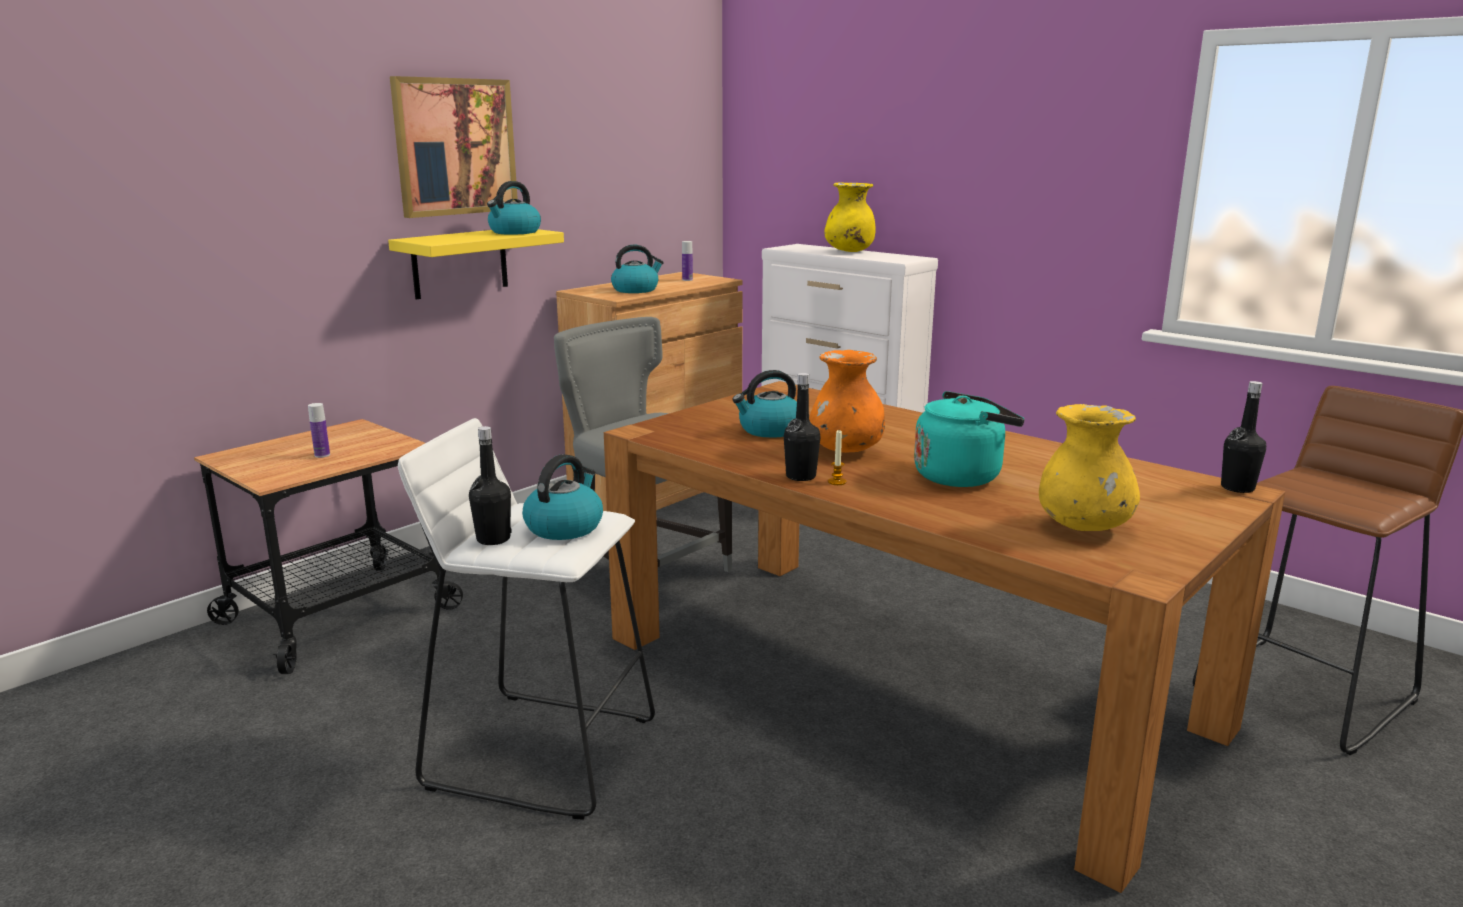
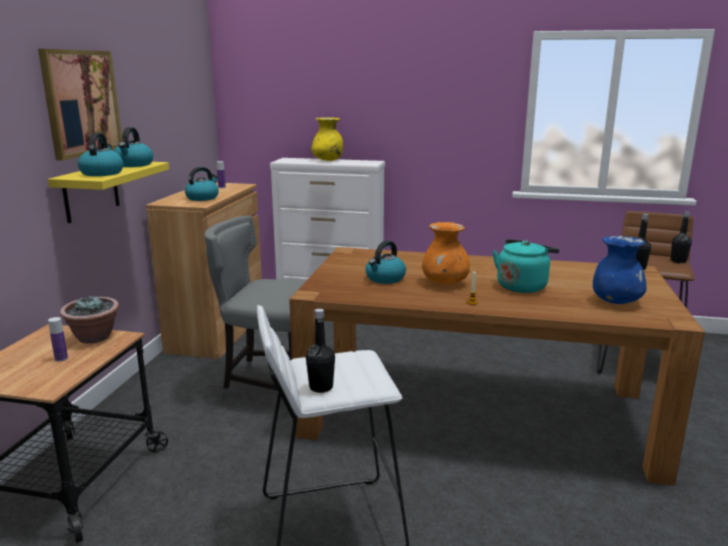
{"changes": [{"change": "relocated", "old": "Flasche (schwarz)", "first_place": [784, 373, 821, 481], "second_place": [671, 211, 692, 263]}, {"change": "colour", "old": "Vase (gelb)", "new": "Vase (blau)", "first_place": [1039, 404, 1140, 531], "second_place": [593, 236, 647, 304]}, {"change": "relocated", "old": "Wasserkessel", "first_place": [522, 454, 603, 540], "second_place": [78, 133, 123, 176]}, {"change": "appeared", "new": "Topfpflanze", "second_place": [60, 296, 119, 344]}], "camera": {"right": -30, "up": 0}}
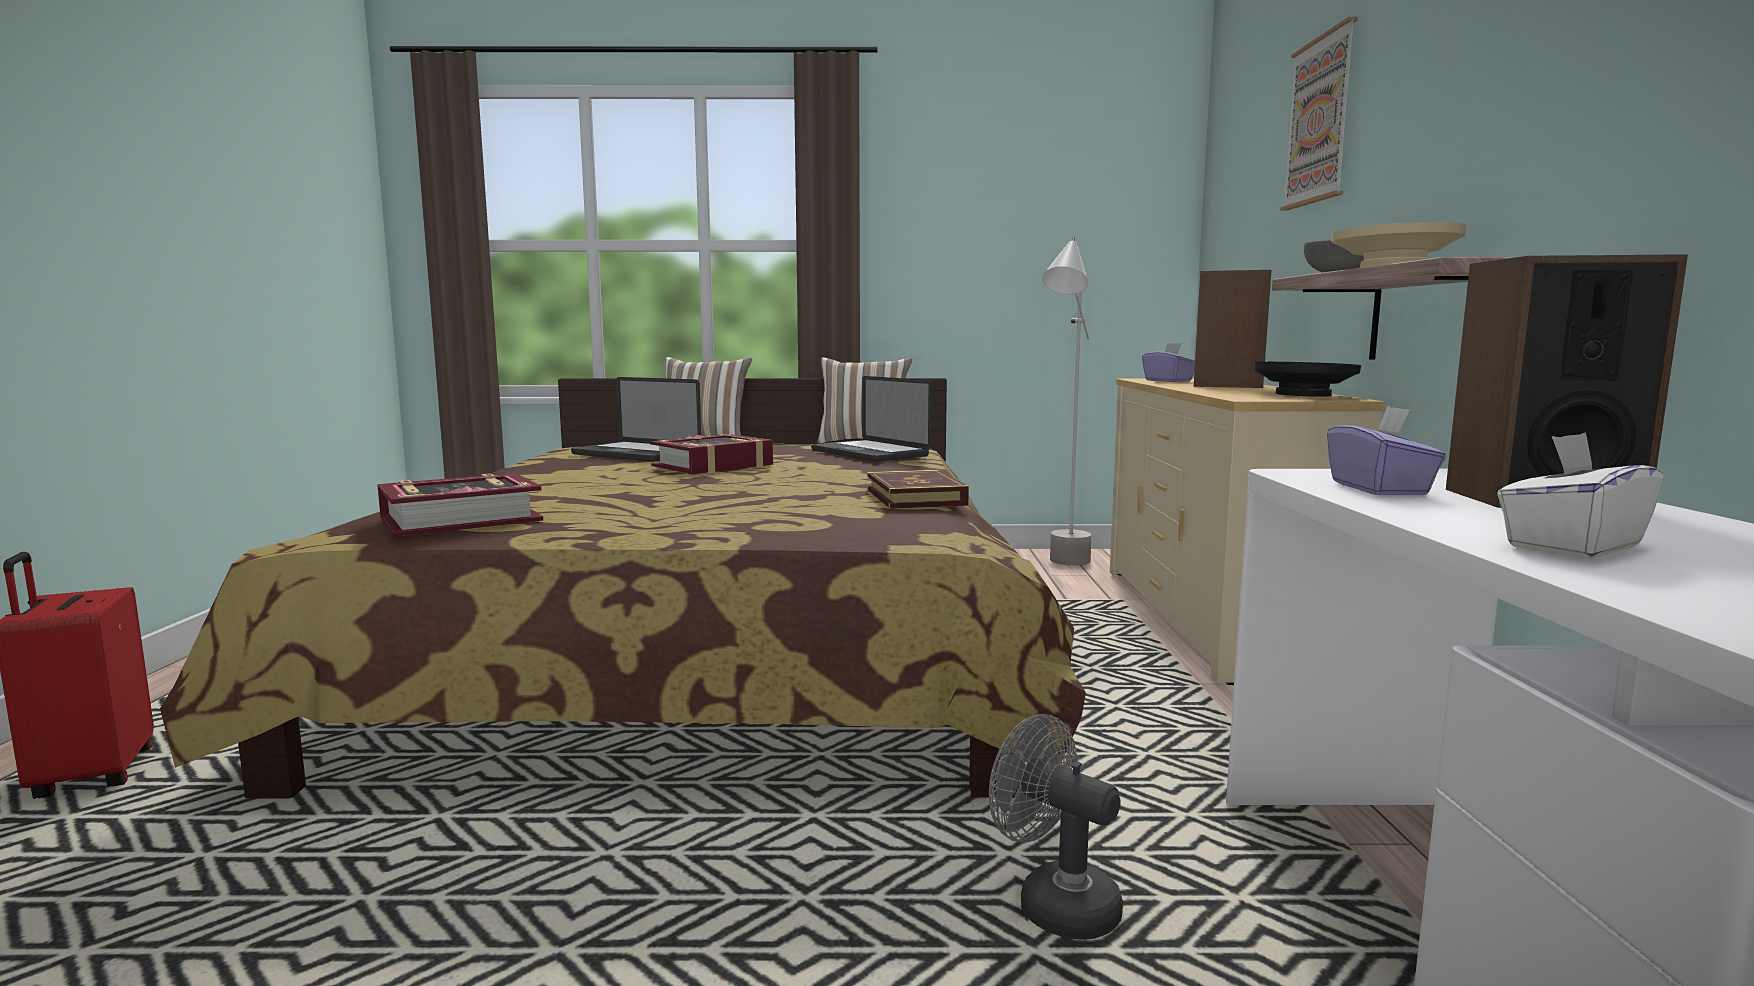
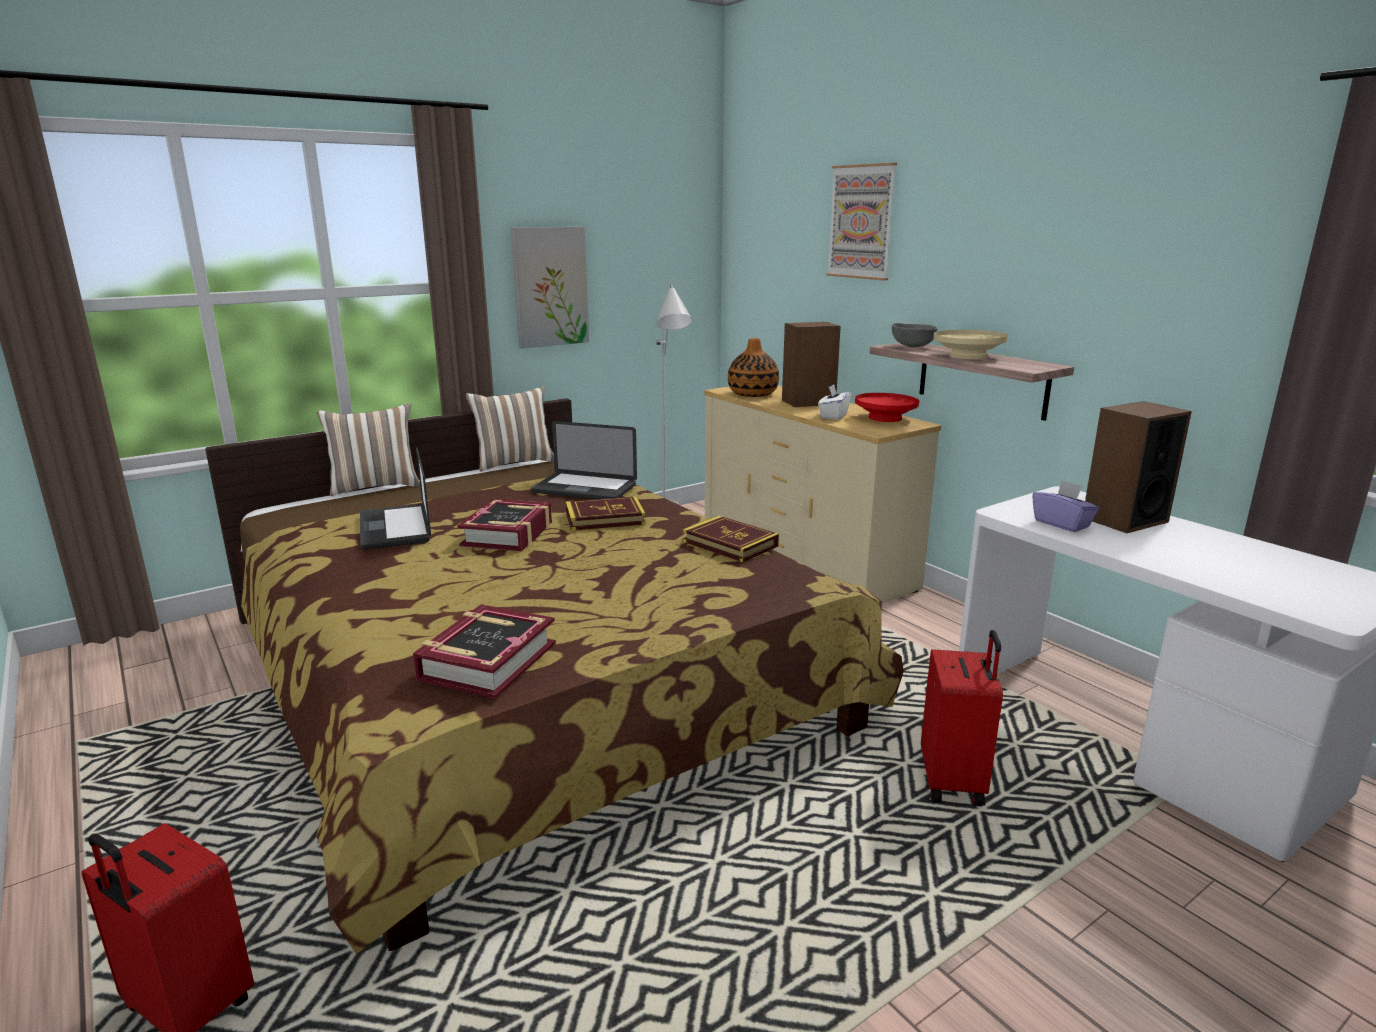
{"changes": [{"change": "exchanged", "old": "Taschentuchbox (lila)", "new": "Vase", "first_place": [1142, 343, 1195, 382], "second_place": [728, 338, 779, 397]}, {"change": "colour", "old": "Schüssel (schwarz)", "new": "Schüssel (rot)", "first_place": [1253, 362, 1361, 397], "second_place": [855, 393, 919, 422]}, {"change": "spun", "old": "Laptop", "first_place": [571, 377, 701, 462], "second_place": [360, 447, 431, 550], "degrees": 75}, {"change": "relocated", "old": "Taschentuchbox (weiß)", "first_place": [1497, 432, 1664, 559], "second_place": [818, 384, 851, 420]}, {"change": "exchanged", "old": "Ventilator (grau)", "new": "Koffer (rot)", "first_place": [989, 714, 1123, 940], "second_place": [921, 630, 1003, 806]}, {"change": "appeared", "new": "Bild", "second_place": [511, 227, 589, 349]}, {"change": "appeared", "new": "Buch", "second_place": [566, 496, 646, 531]}], "camera": {"right": -35, "up": 10}}
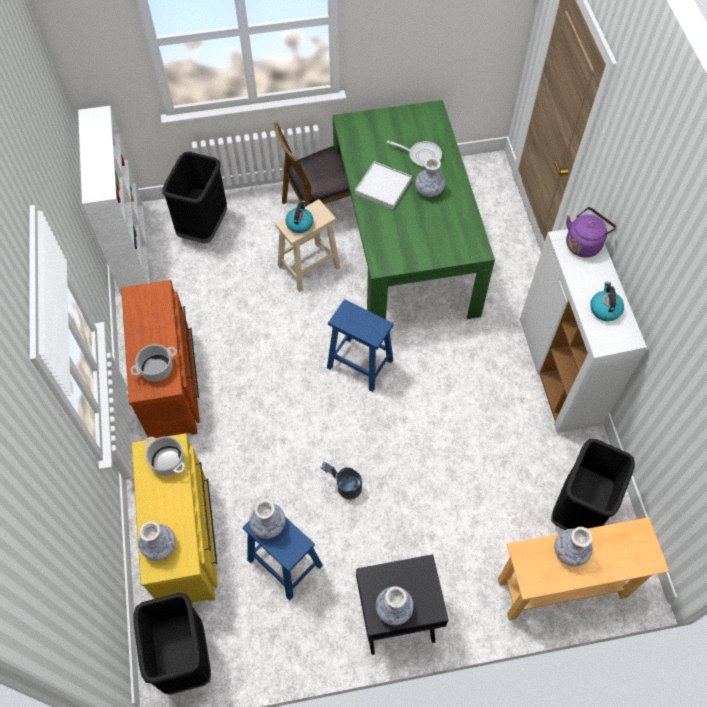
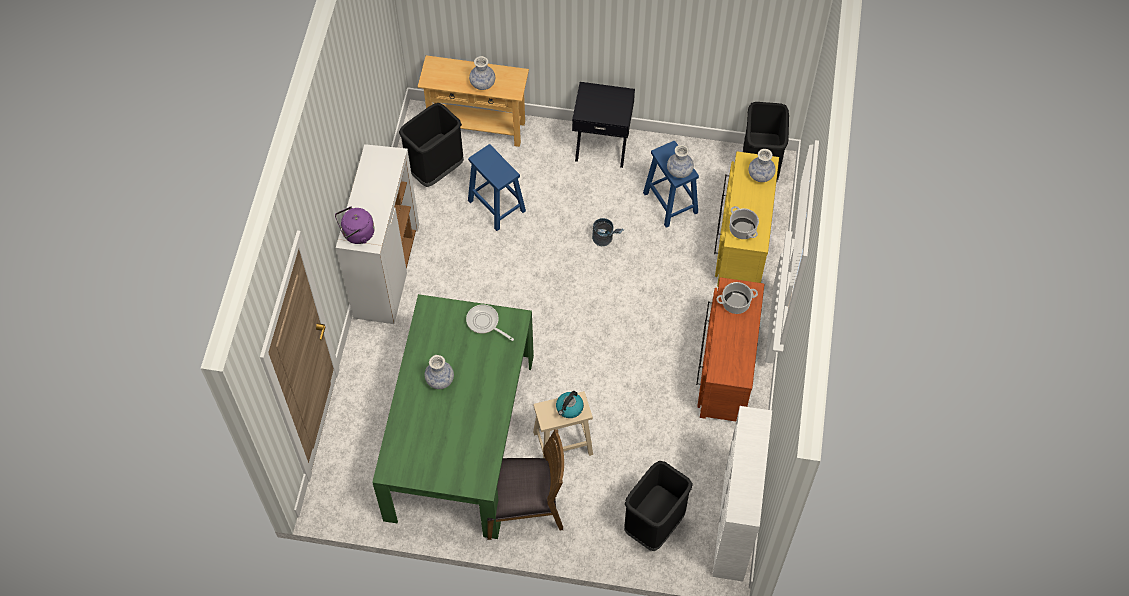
{"changes": [{"change": "relocated", "old": "Pfanne", "first_place": [387, 141, 442, 167], "second_place": [466, 304, 514, 341]}, {"change": "missing", "old": "Tablett (weiß)", "first_place": [355, 161, 412, 209]}, {"change": "missing", "old": "Wasserkessel", "first_place": [590, 282, 624, 321]}, {"change": "relocated", "old": "Hocker (blau)", "first_place": [327, 299, 393, 392], "second_place": [468, 144, 526, 231]}, {"change": "missing", "old": "Vase", "first_place": [376, 586, 414, 625]}], "camera": {"right": -160, "up": 0}}
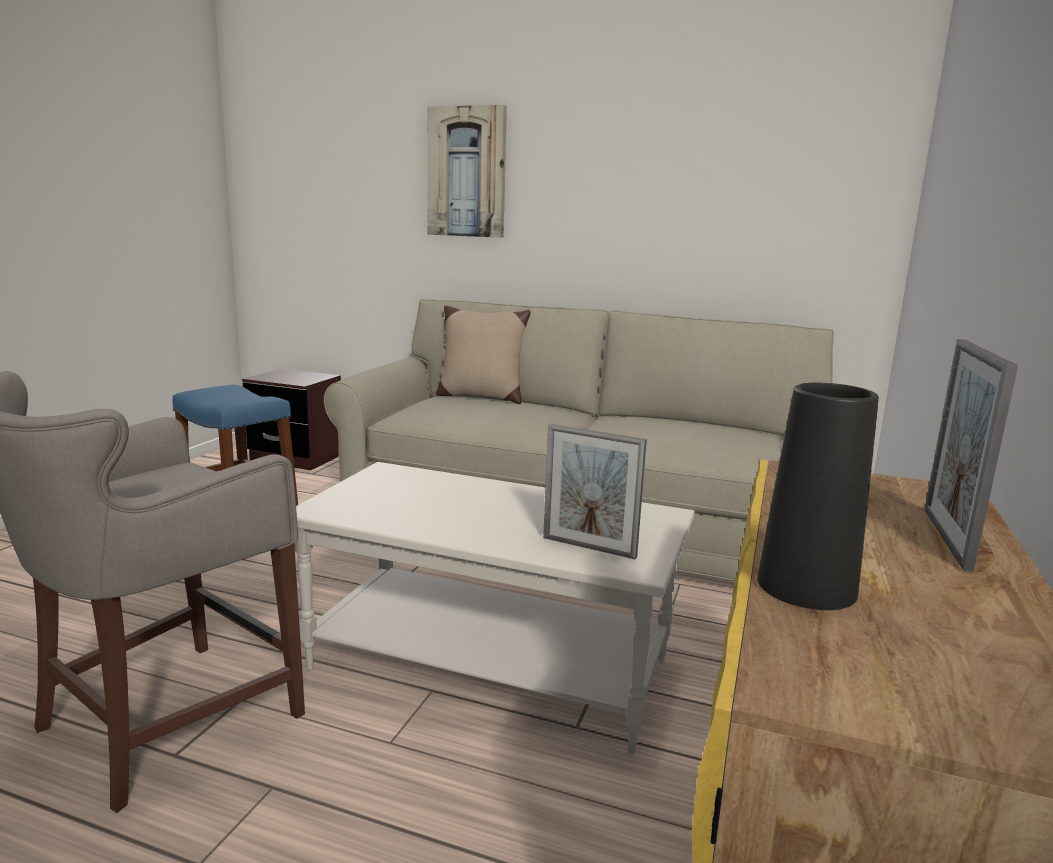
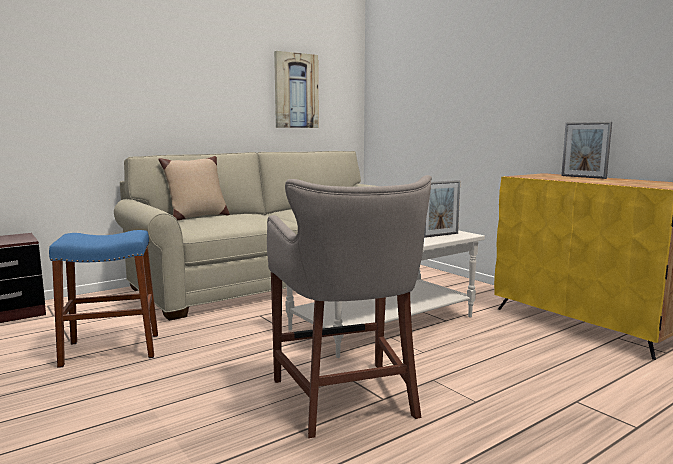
{"changes": [{"change": "relocated", "old": "Bild", "first_place": [427, 105, 507, 238], "second_place": [274, 51, 319, 128]}, {"change": "missing", "old": "Vase (schwarz)", "first_place": [757, 383, 879, 610]}], "camera": {"right": -55, "up": -5}}
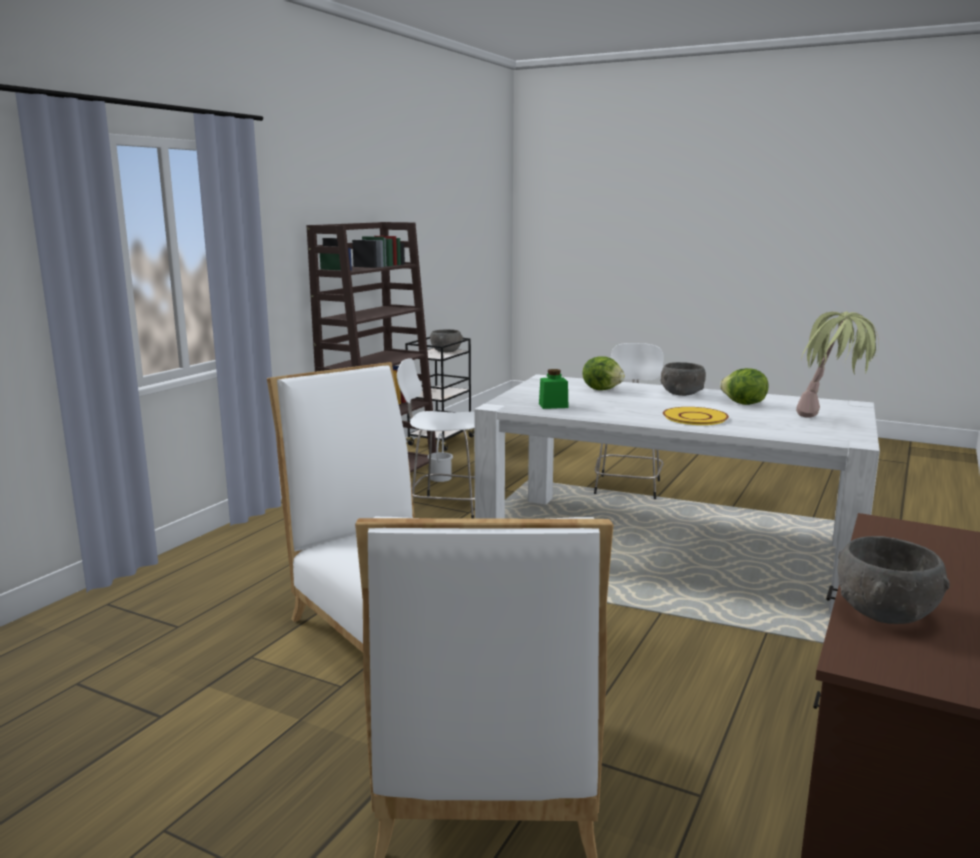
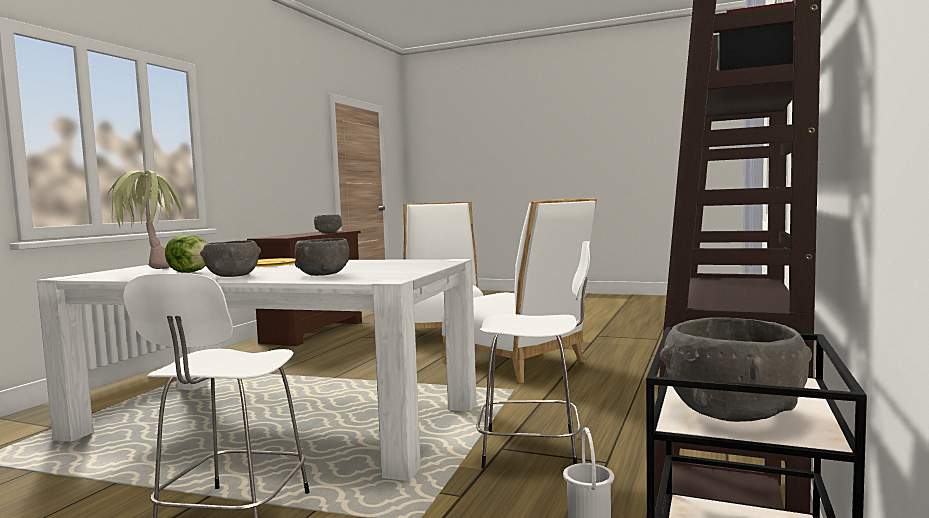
{"changes": [{"change": "exchanged", "old": "Salatkopf", "new": "Schüssel (grau)", "first_place": [583, 356, 625, 390], "second_place": [295, 238, 350, 276]}, {"change": "missing", "old": "Vorratsglas (grün)", "first_place": [539, 369, 568, 409]}], "camera": {"right": 175, "up": -10}}
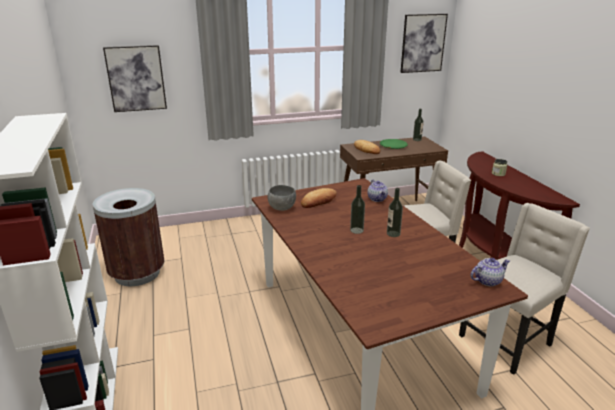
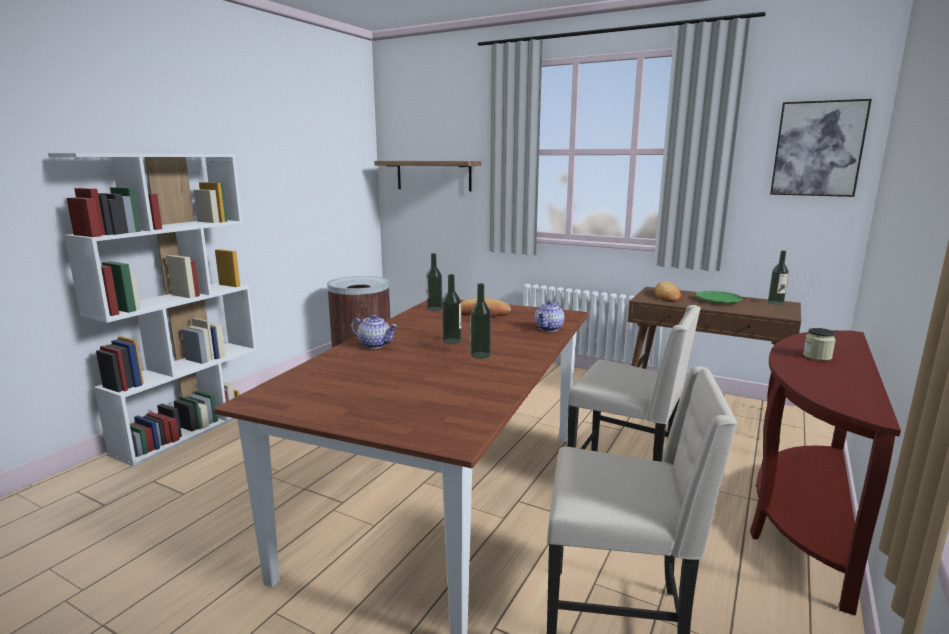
{"changes": [{"change": "exchanged", "old": "Bild", "new": "Wandregal", "first_place": [103, 45, 167, 112], "second_place": [374, 161, 481, 191]}, {"change": "exchanged", "old": "Schüssel (grau)", "new": "Flasche", "first_place": [268, 185, 296, 211], "second_place": [426, 253, 442, 311]}, {"change": "relocated", "old": "Teekanne", "first_place": [470, 258, 510, 286], "second_place": [351, 314, 397, 349]}], "camera": {"right": 45, "up": -10}}
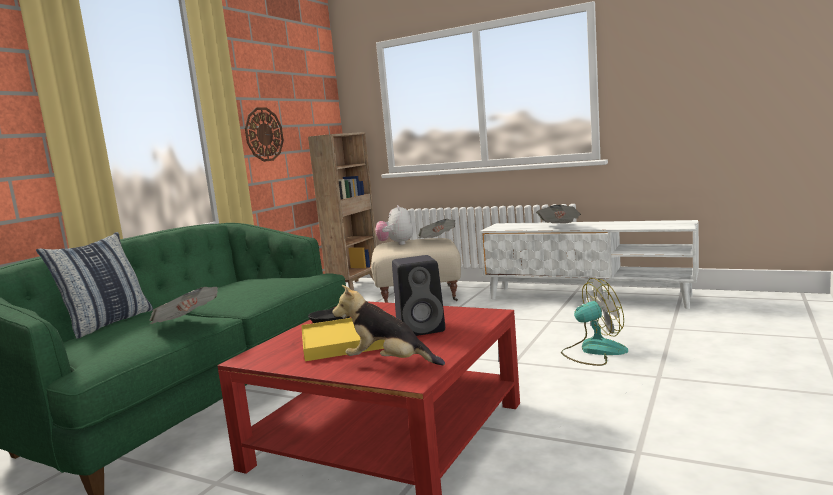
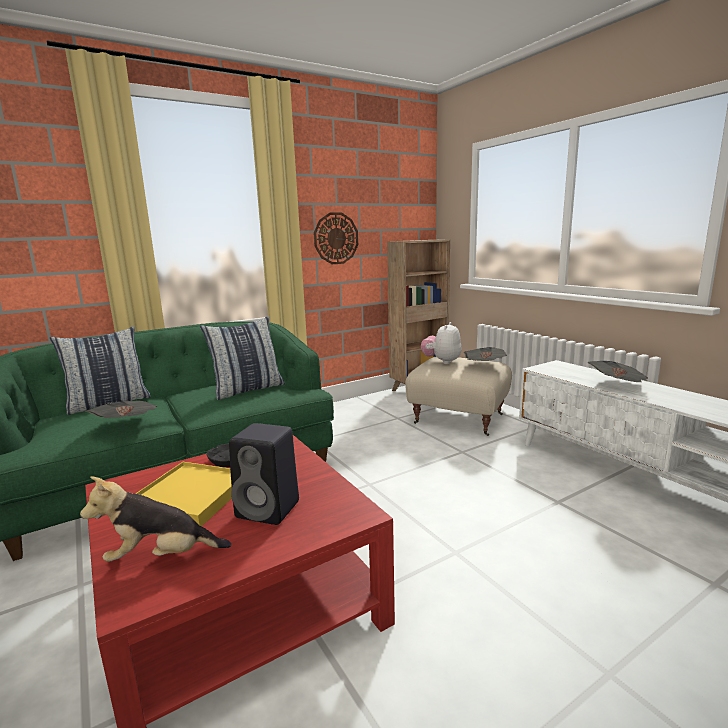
{"changes": [{"change": "missing", "old": "Ventilator", "first_place": [561, 278, 628, 366]}, {"change": "spun", "old": "Plüschtier", "first_place": [332, 285, 445, 365], "second_place": [80, 477, 231, 562], "degrees": -60}, {"change": "appeared", "new": "Kissen", "second_place": [200, 316, 285, 400]}], "camera": {"right": 30, "up": 5}}
